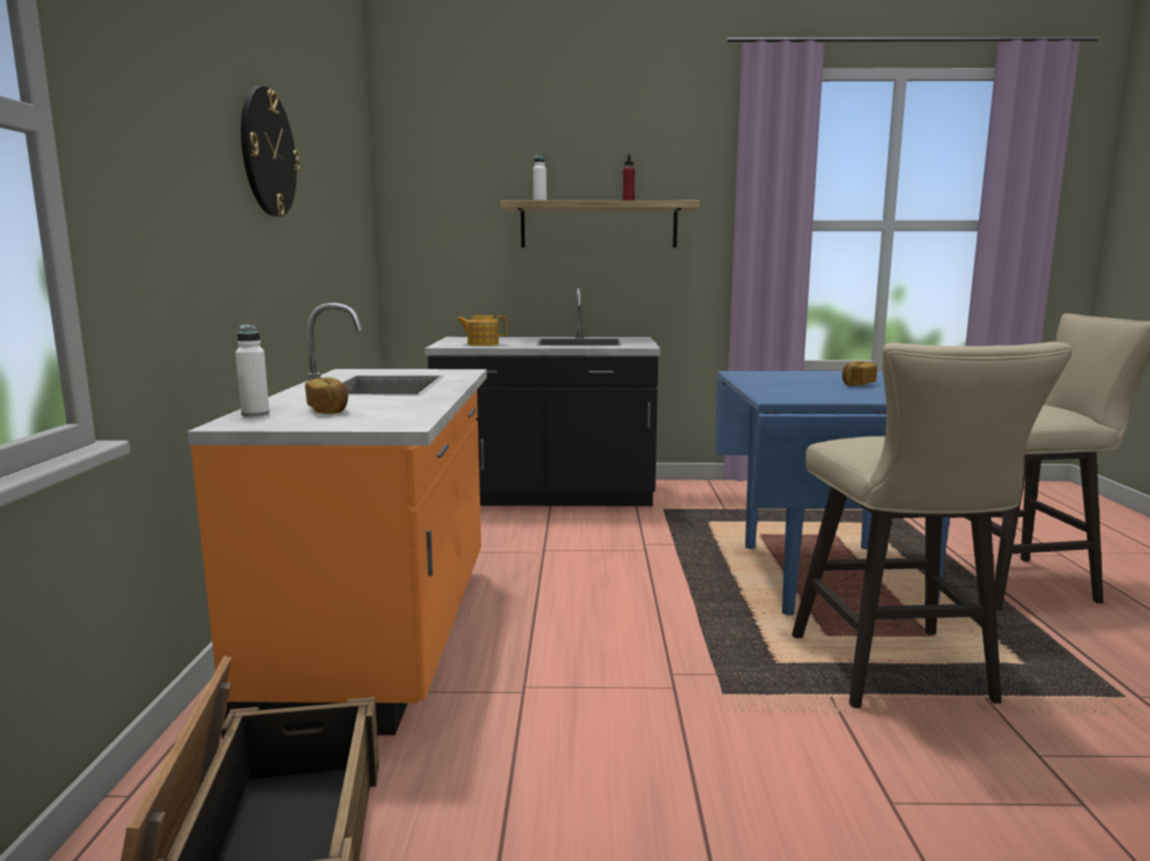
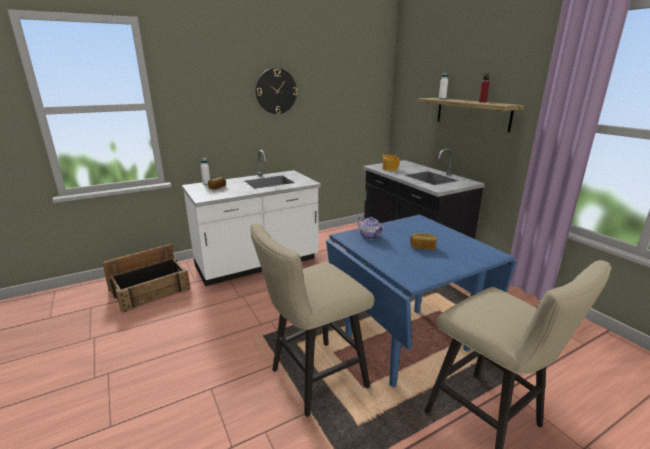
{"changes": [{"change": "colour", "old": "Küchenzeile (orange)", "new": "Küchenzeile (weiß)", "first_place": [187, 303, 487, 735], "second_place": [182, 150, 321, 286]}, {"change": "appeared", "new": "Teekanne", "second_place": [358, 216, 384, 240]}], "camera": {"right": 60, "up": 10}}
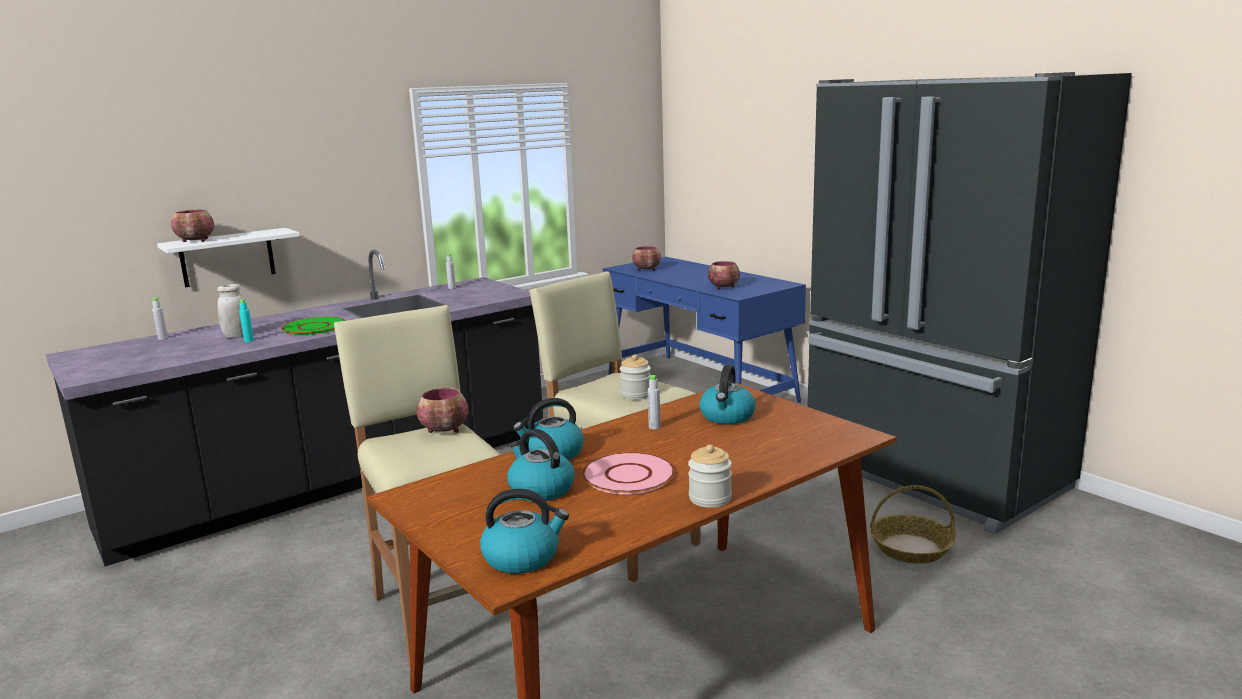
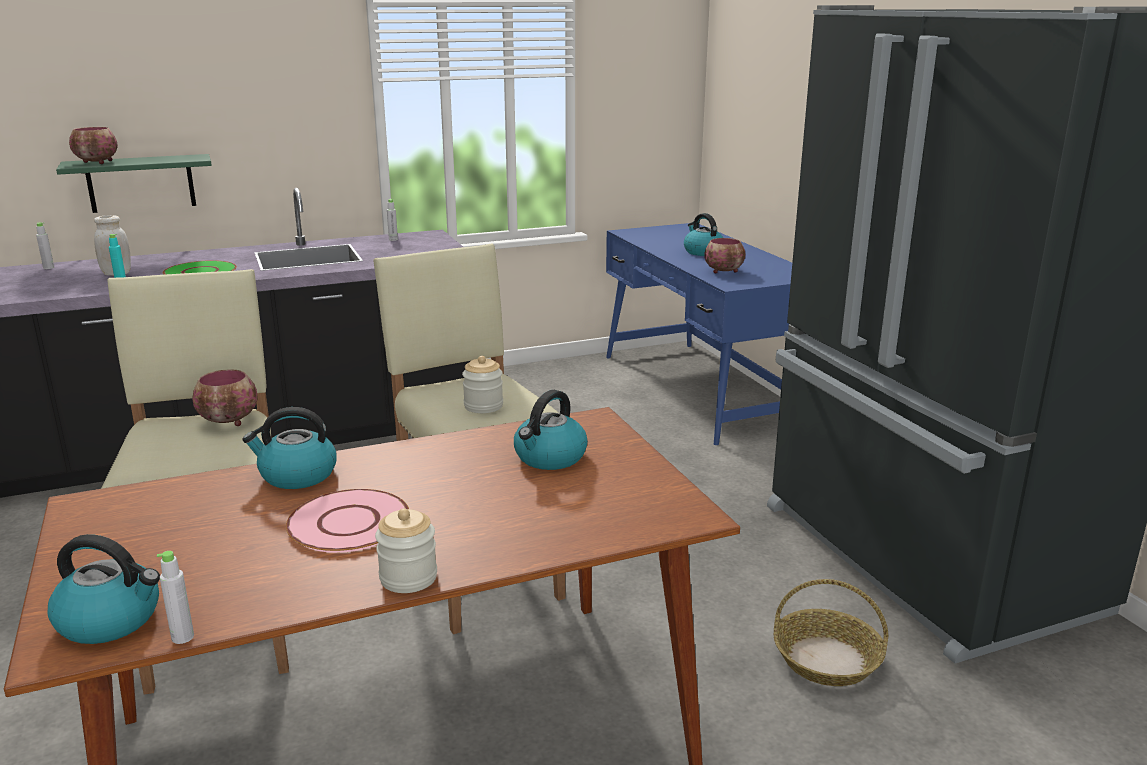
{"changes": [{"change": "colour", "old": "Wandregal (weiß)", "new": "Wandregal (grün)", "first_place": [157, 228, 300, 288], "second_place": [56, 154, 212, 213]}, {"change": "missing", "old": "Schüssel", "first_place": [632, 246, 661, 271]}, {"change": "relocated", "old": "Flasche (grau)", "first_place": [648, 375, 661, 429], "second_place": [157, 551, 194, 644]}, {"change": "relocated", "old": "Wasserkessel", "first_place": [507, 429, 575, 501], "second_place": [684, 213, 723, 256]}], "camera": {"right": 15, "up": 5}}
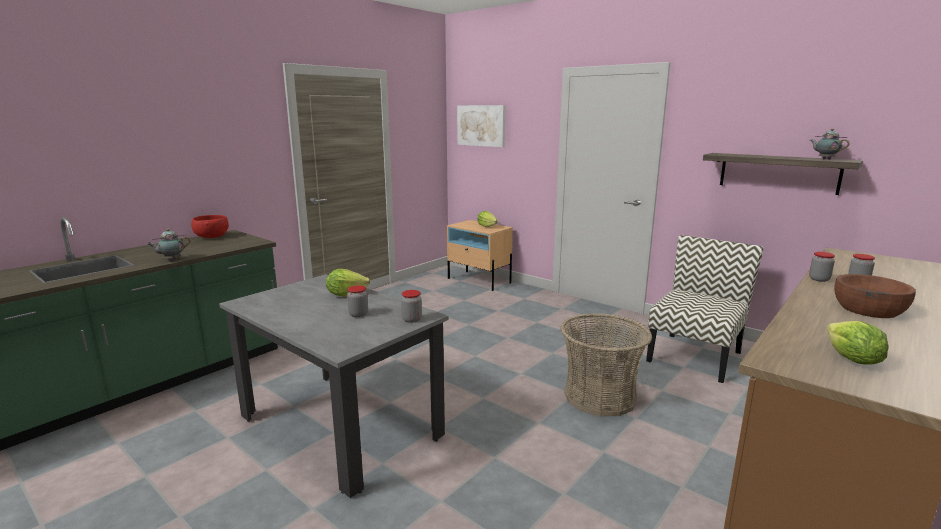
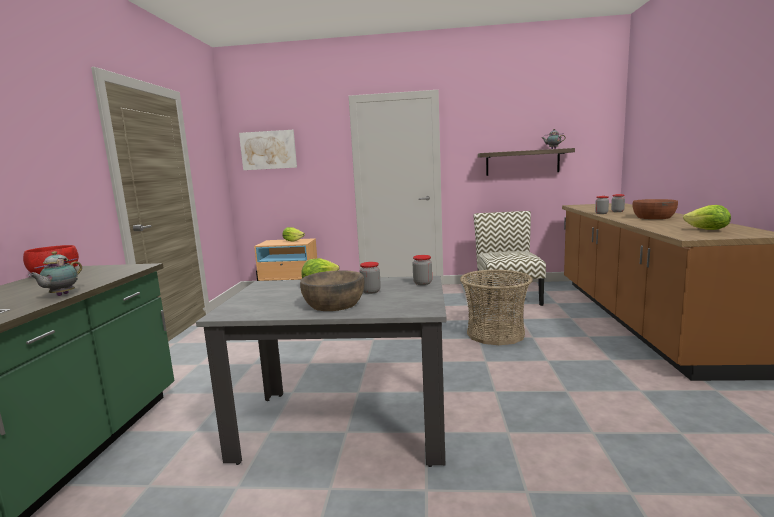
{"changes": [{"change": "appeared", "new": "Schüssel (braun)", "second_place": [300, 270, 364, 311]}], "camera": {"right": -35, "up": -5}}
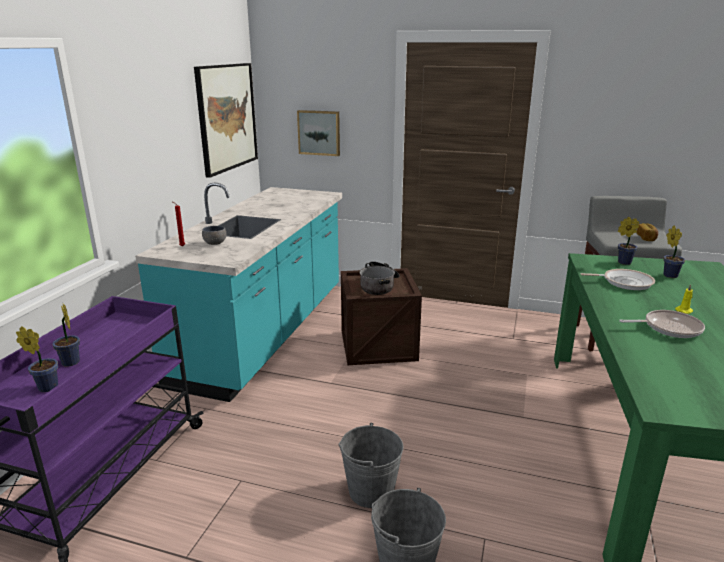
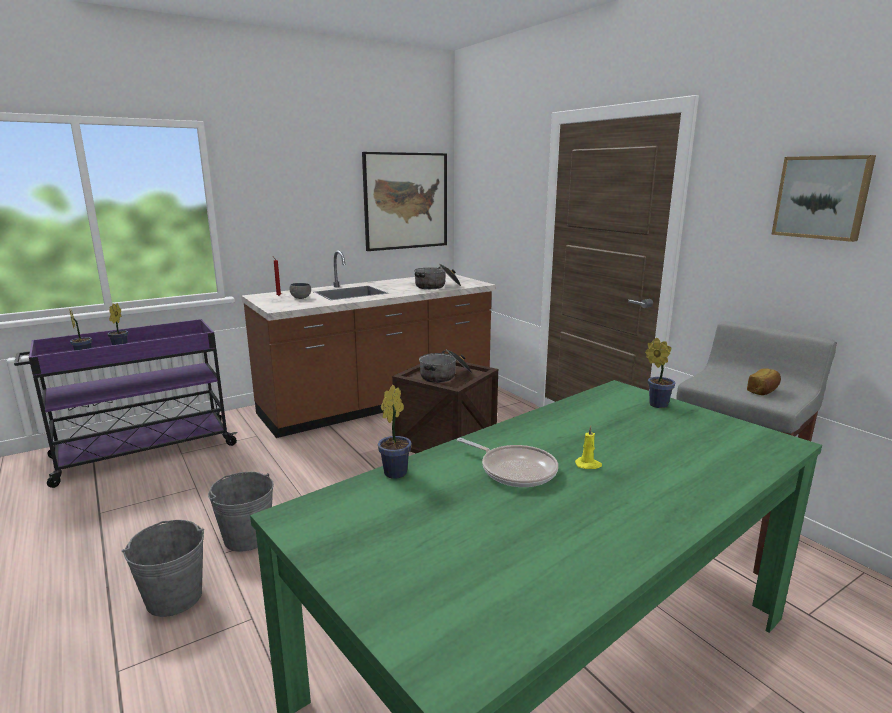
{"changes": [{"change": "relocated", "old": "Bild", "first_place": [297, 110, 340, 156], "second_place": [771, 155, 876, 242]}, {"change": "colour", "old": "Küchenzeile (türkis)", "new": "Küchenzeile (braun)", "first_place": [135, 183, 342, 402], "second_place": [241, 250, 496, 438]}, {"change": "relocated", "old": "Topfpflanze", "first_place": [664, 226, 685, 278], "second_place": [378, 385, 412, 479]}, {"change": "missing", "old": "Pfanne", "first_place": [580, 269, 655, 290]}, {"change": "appeared", "new": "Kochtopf", "second_place": [414, 264, 461, 289]}], "camera": {"right": 40, "up": -5}}
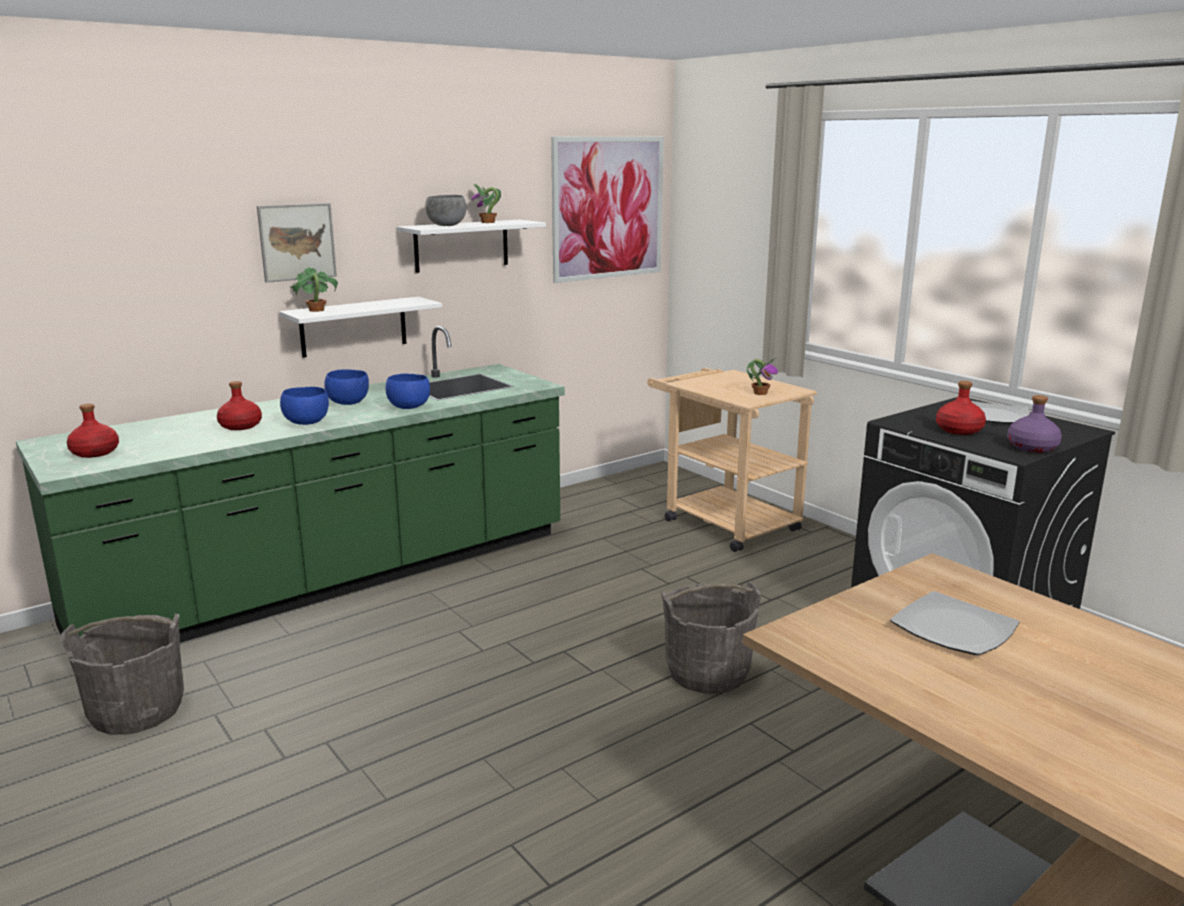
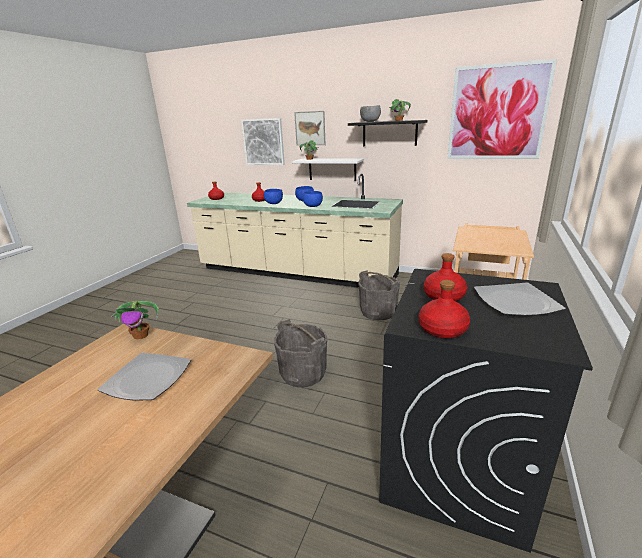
{"changes": [{"change": "colour", "old": "Wandregal (weiß)", "new": "Wandregal (schwarz)", "first_place": [397, 219, 546, 273], "second_place": [348, 120, 428, 146]}, {"change": "colour", "old": "Küchenzeile (grün)", "new": "Küchenzeile (beige)", "first_place": [16, 326, 565, 643], "second_place": [187, 173, 403, 288]}, {"change": "relocated", "old": "Topfpflanze", "first_place": [747, 358, 778, 395], "second_place": [111, 301, 159, 339]}, {"change": "colour", "old": "Flasche (lila)", "new": "Flasche (rot)", "first_place": [1007, 395, 1062, 453], "second_place": [419, 280, 470, 338]}, {"change": "relocated", "old": "Eimer (grau)", "first_place": [60, 614, 184, 735], "second_place": [358, 270, 400, 320]}, {"change": "appeared", "new": "Bild", "second_place": [241, 118, 285, 165]}], "camera": {"right": 60, "up": 5}}
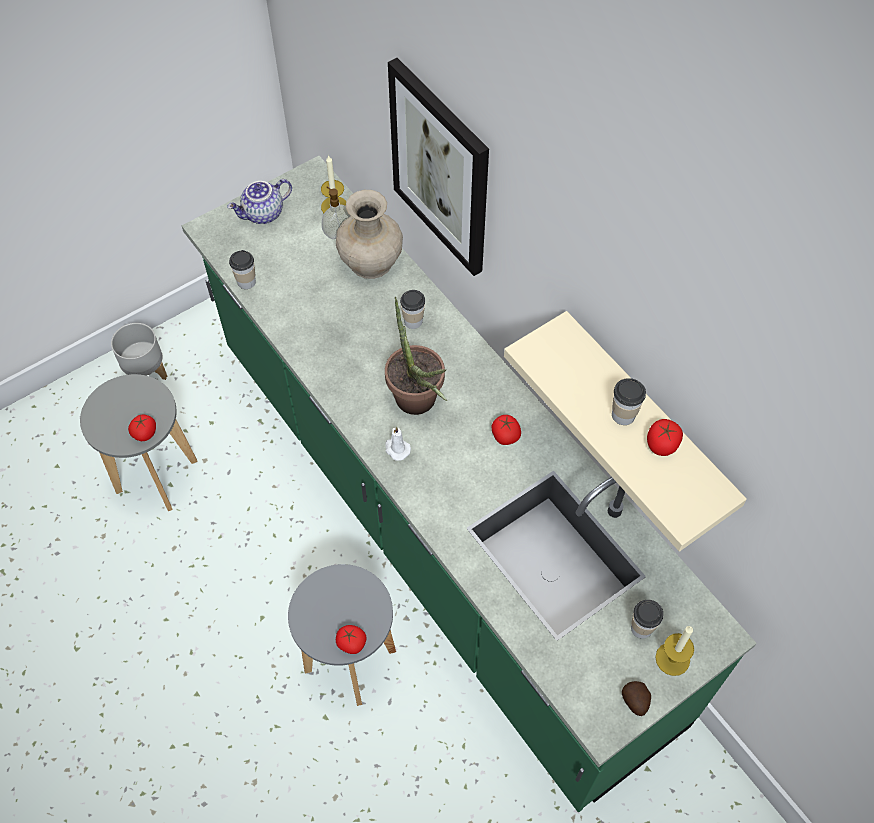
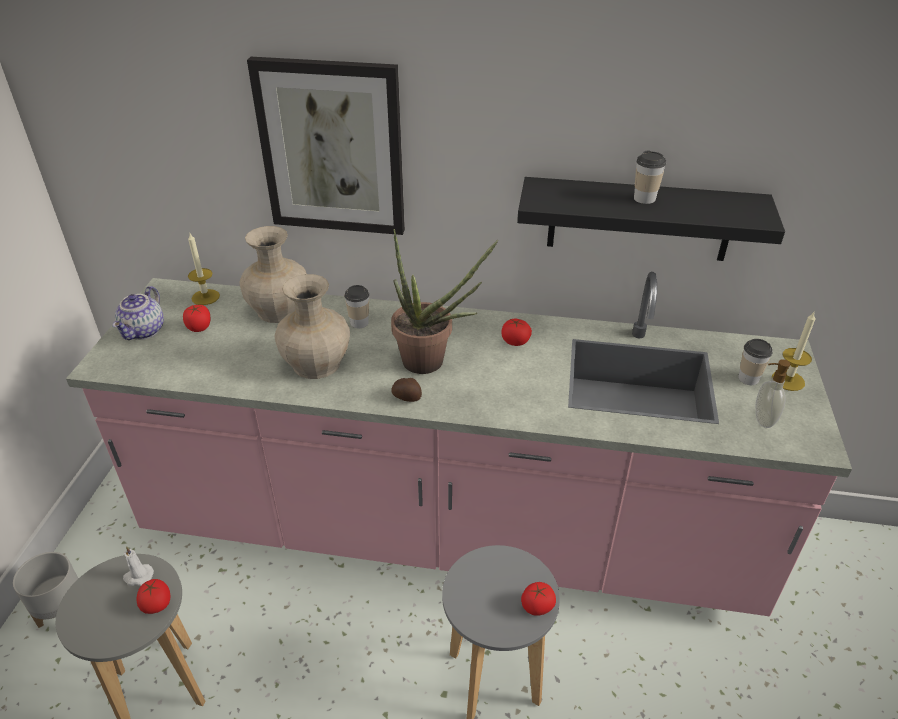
{"changes": [{"change": "colour", "old": "Küchenzeile (grün)", "new": "Küchenzeile (rosa)", "first_place": [182, 156, 757, 812], "second_place": [66, 272, 852, 616]}, {"change": "relocated", "old": "Seifenspender", "first_place": [322, 186, 350, 239], "second_place": [756, 359, 791, 428]}, {"change": "missing", "old": "Tasse", "first_place": [229, 250, 256, 289]}, {"change": "colour", "old": "Wandregal (beige)", "new": "Wandregal (schwarz)", "first_place": [504, 311, 747, 552], "second_place": [517, 177, 785, 261]}, {"change": "relocated", "old": "Tomate", "first_place": [647, 419, 683, 456], "second_place": [183, 305, 211, 332]}, {"change": "relocated", "old": "Kerze (weiß)", "first_place": [385, 427, 411, 461], "second_place": [123, 546, 154, 586]}, {"change": "relocated", "old": "Kartoffel", "first_place": [622, 681, 651, 716], "second_place": [392, 378, 422, 402]}, {"change": "appeared", "new": "Vase (beige)", "second_place": [274, 274, 350, 379]}], "camera": {"right": -45, "up": -20}}
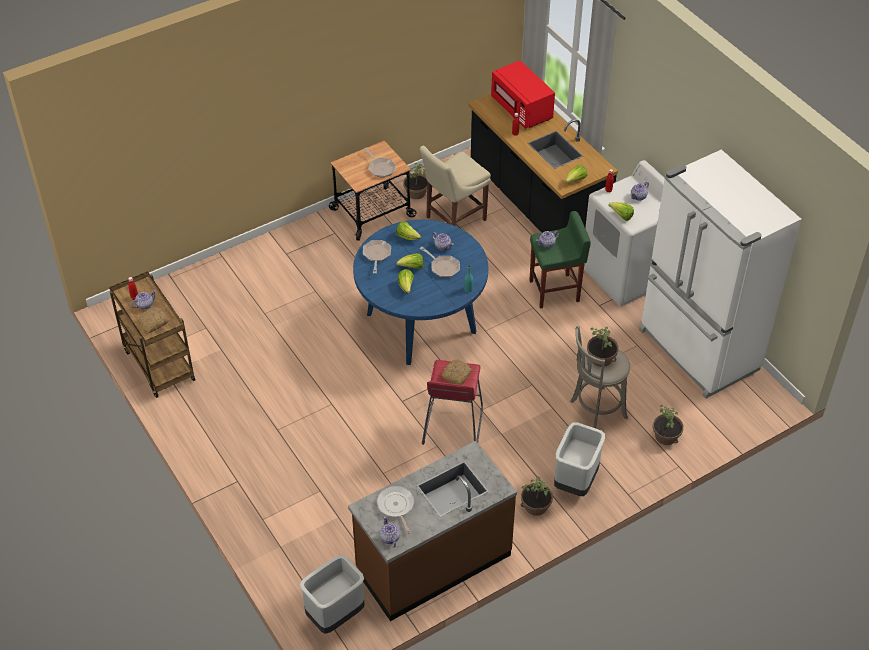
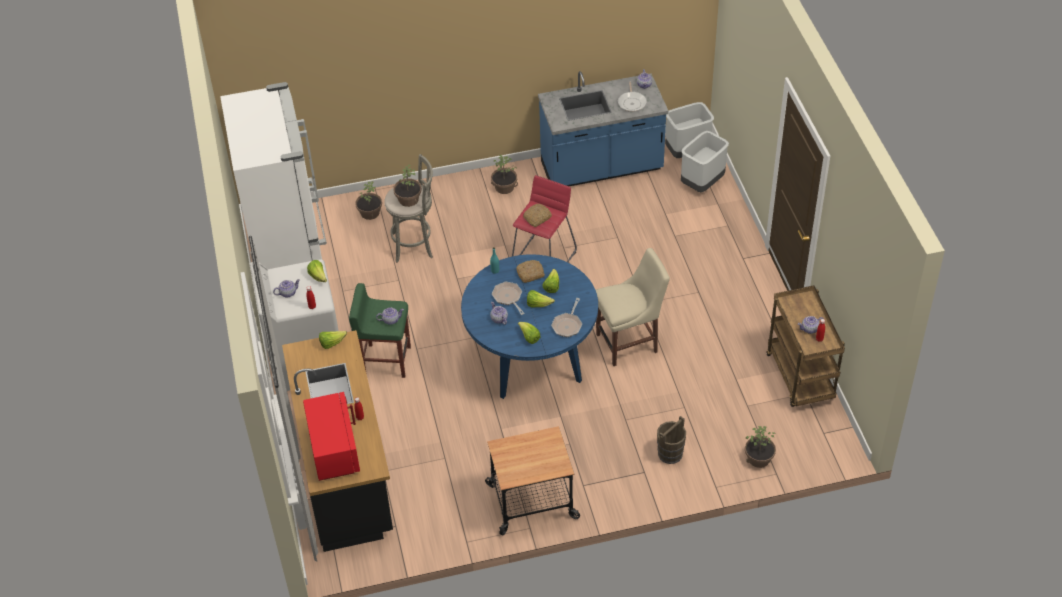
{"changes": [{"change": "relocated", "old": "Stuhl (beige)", "first_place": [420, 146, 491, 226], "second_place": [596, 248, 670, 366]}, {"change": "missing", "old": "Pfanne", "first_place": [364, 148, 396, 178]}, {"change": "relocated", "old": "Topfpflanze", "first_place": [403, 163, 427, 199], "second_place": [745, 426, 776, 468]}, {"change": "relocated", "old": "Brot", "first_place": [138, 307, 169, 333], "second_place": [516, 260, 545, 283]}, {"change": "relocated", "old": "Mülleimer (grau)", "first_place": [554, 423, 605, 496], "second_place": [681, 131, 729, 192]}, {"change": "colour", "old": "Küchenzeile (braun)", "new": "Küchenzeile (blau)", "first_place": [348, 441, 517, 621], "second_place": [538, 71, 668, 186]}, {"change": "appeared", "new": "Eimer (braun)", "second_place": [657, 416, 686, 464]}], "camera": {"right": -160, "up": 0}}
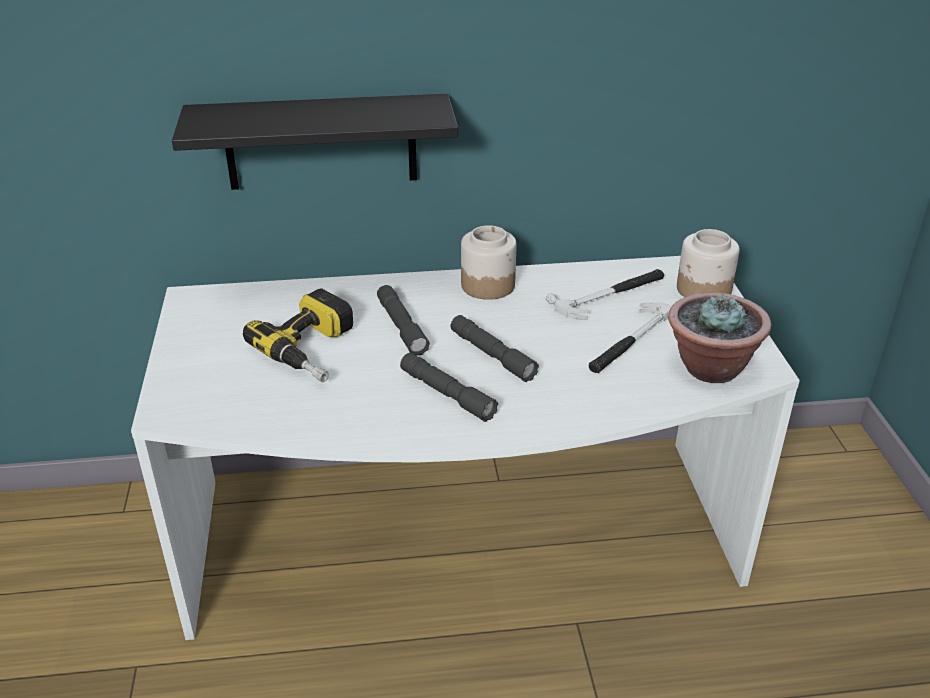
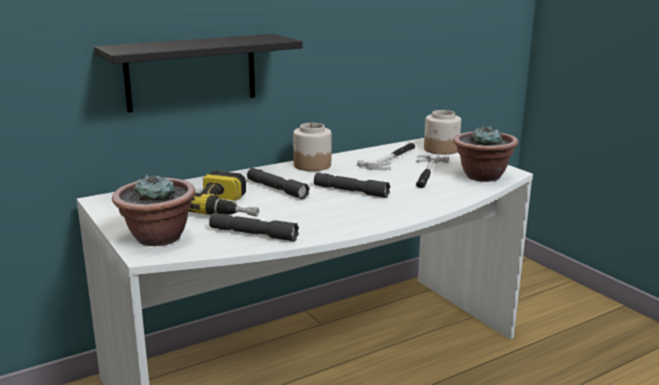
{"changes": [{"change": "relocated", "old": "Taschenlampe (grau)", "first_place": [400, 353, 498, 422], "second_place": [209, 213, 299, 242]}, {"change": "appeared", "new": "Topfpflanze", "second_place": [112, 175, 196, 246]}], "camera": {"right": -25, "up": -15}}
